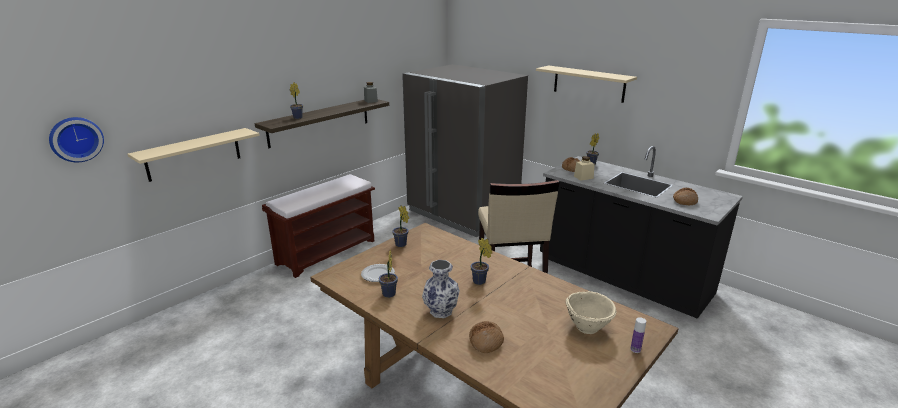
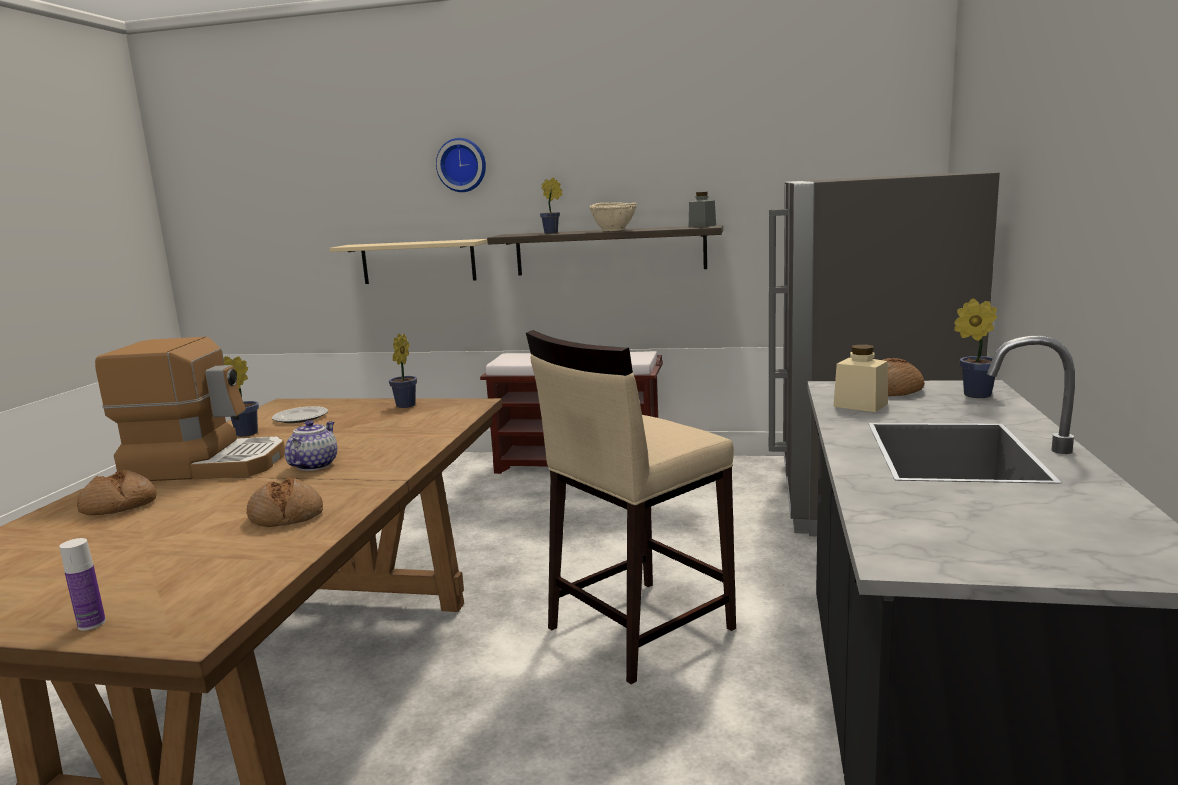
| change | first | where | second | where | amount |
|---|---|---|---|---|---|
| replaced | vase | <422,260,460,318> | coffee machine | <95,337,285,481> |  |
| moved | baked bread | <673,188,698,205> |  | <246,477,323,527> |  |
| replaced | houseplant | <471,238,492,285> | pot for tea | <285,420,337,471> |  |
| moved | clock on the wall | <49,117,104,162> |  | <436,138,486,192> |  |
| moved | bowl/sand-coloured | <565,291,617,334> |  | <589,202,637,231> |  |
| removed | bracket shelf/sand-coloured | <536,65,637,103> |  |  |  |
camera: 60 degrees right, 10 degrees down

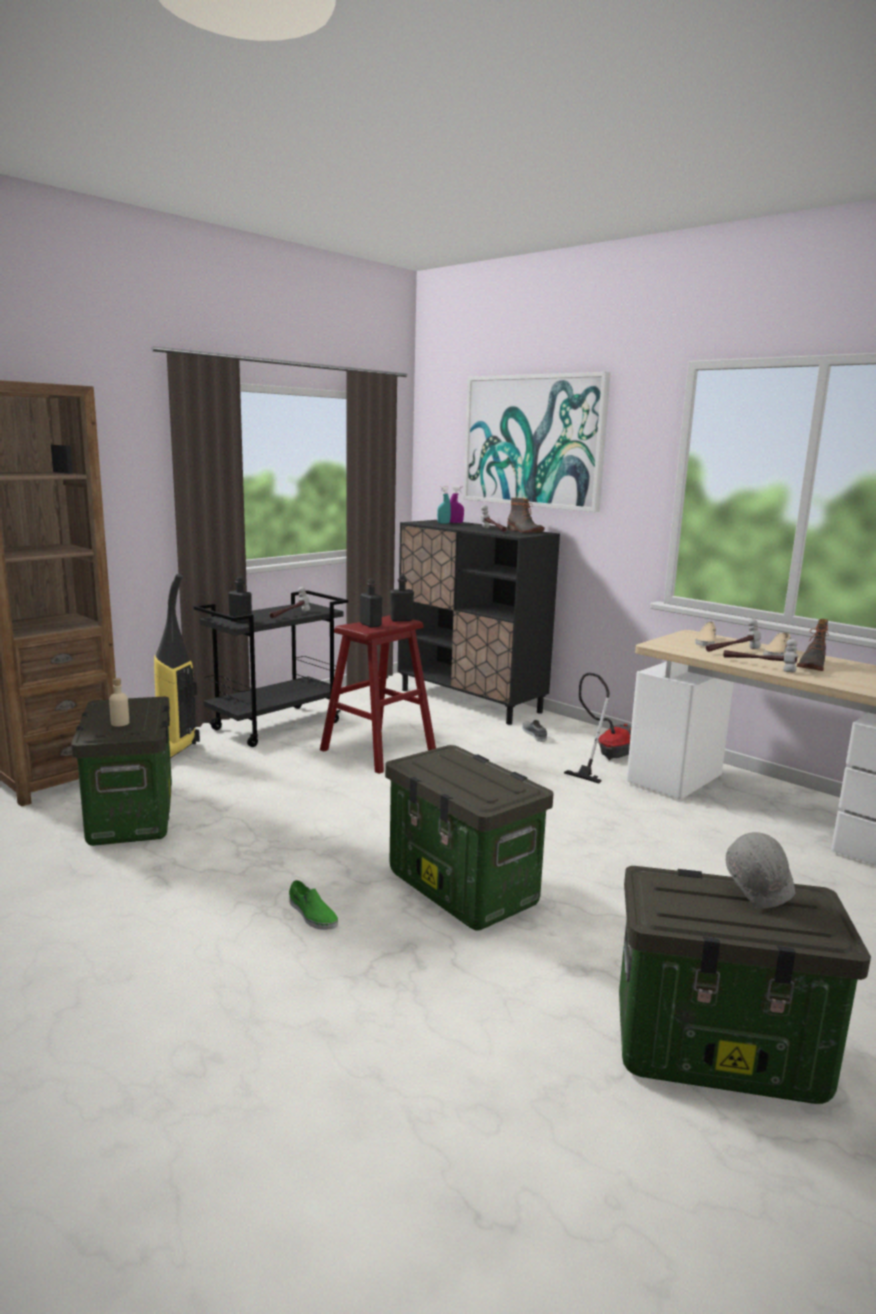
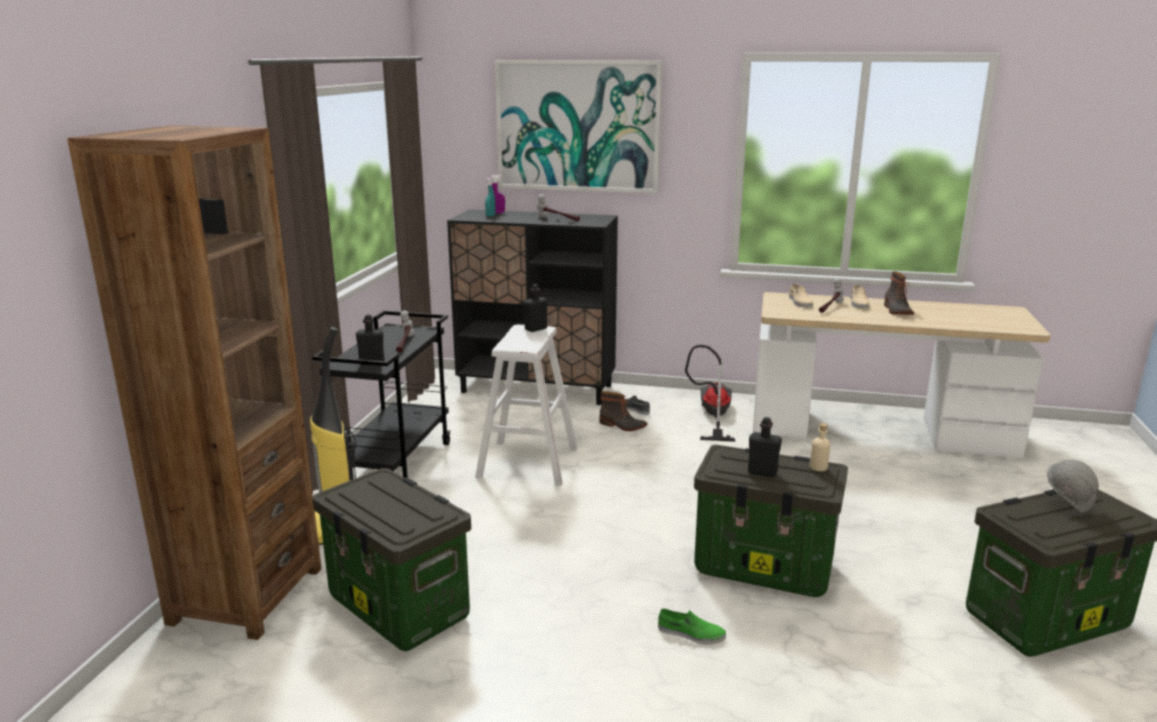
| change | first | where | second | where | amount |
|---|---|---|---|---|---|
| recoloured | stool/red-coloured | <320,615,436,774> | stool/white-coloured | <475,325,578,486> |  |
| moved | tall boot | <507,498,545,533> |  | <600,391,647,431> |  |
| moved | bottle/black-coloured | <360,579,382,627> |  | <748,417,782,477> |  |
| moved | bottle/sand-coloured | <109,678,129,726> |  | <810,423,831,471> |  |
| removed | hammer | <723,639,798,672> |  |  |  |
camera: 30 degrees left, 5 degrees up

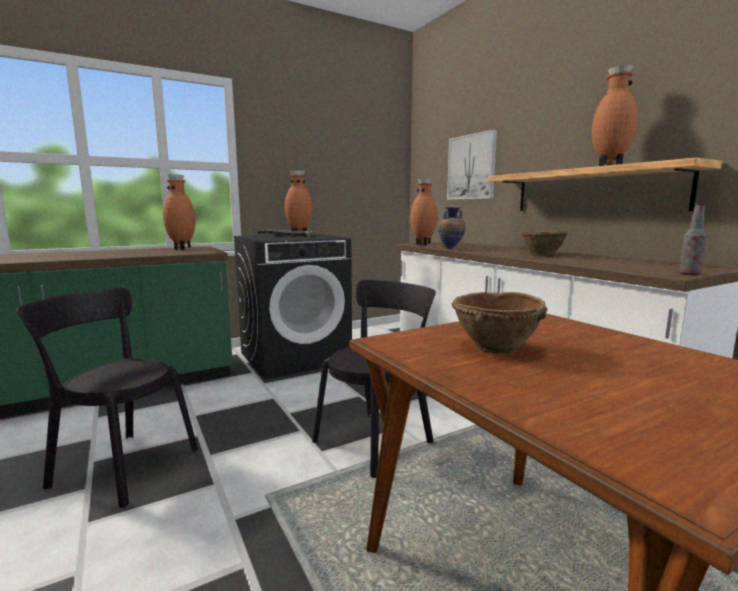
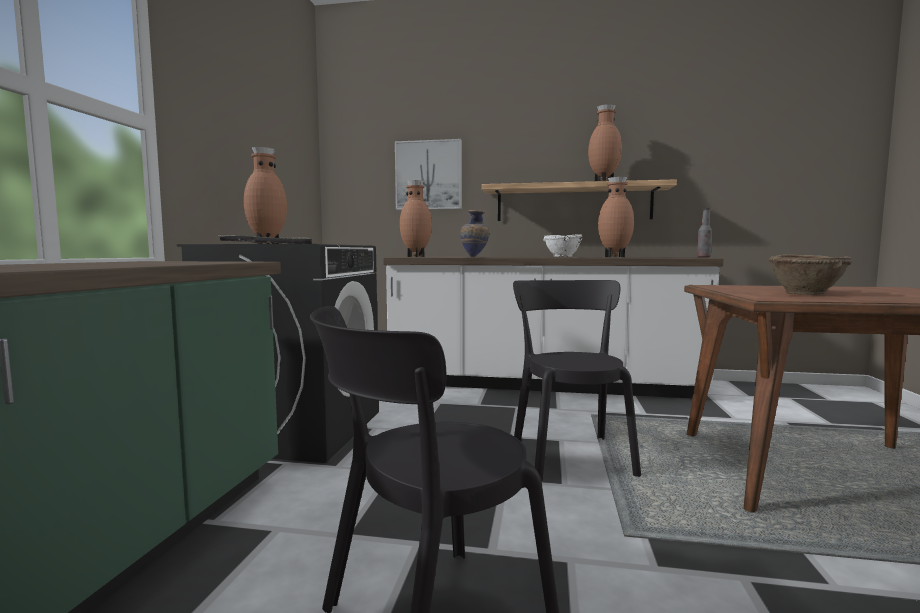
| change | first | where | second | where | amount |
|---|---|---|---|---|---|
| recoloured | bowl/brown | <522,231,568,256> | bowl/white-coloured | <543,234,583,257> |  |
| moved | vase/brown | <163,175,196,250> |  | <598,177,634,257> |  |
camera: 50 degrees left, 5 degrees down

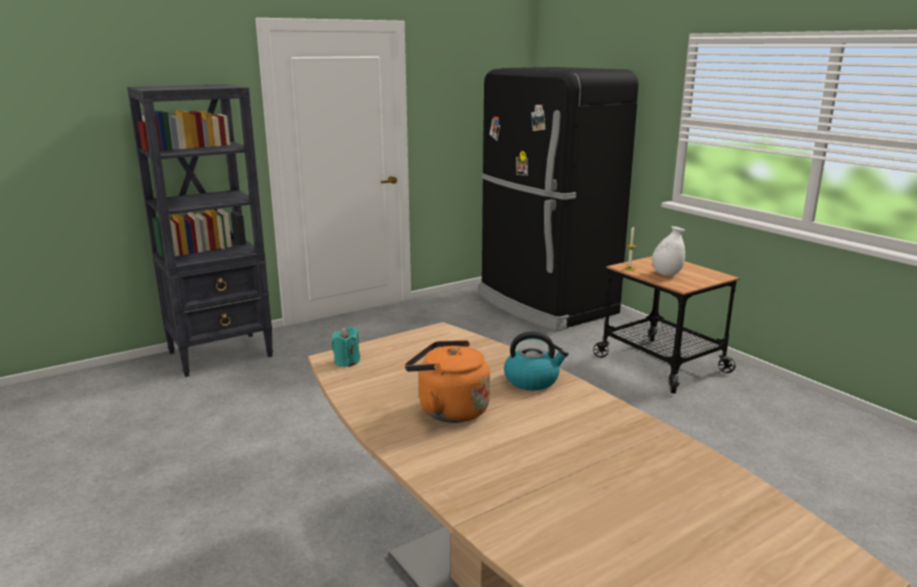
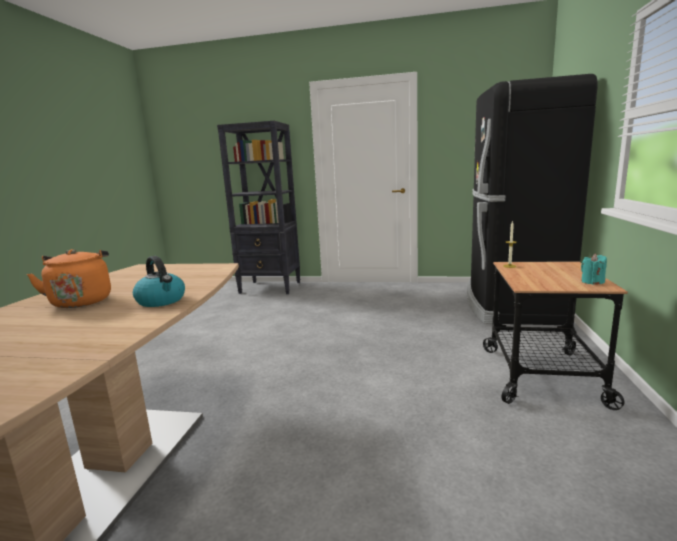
| change | first | where | second | where | amount |
|---|---|---|---|---|---|
| moved | wax light/turquoise-coloured | <331,327,360,367> |  | <581,254,607,285> |  |
| removed | vase/white-coloured | <652,226,685,276> |  |  |  |
camera: 45 degrees right, 5 degrees down

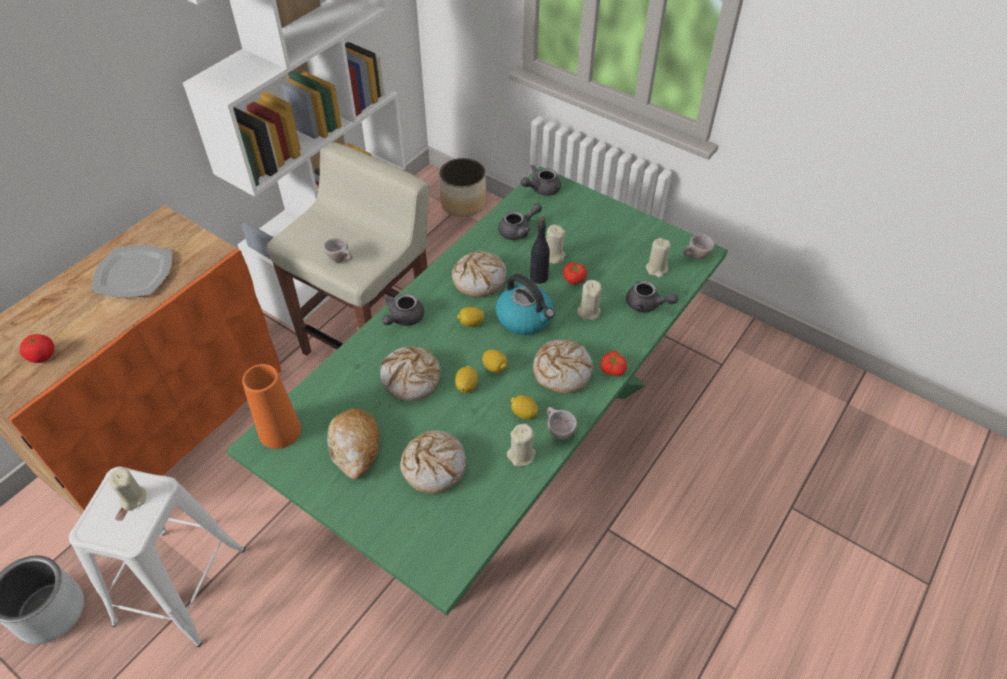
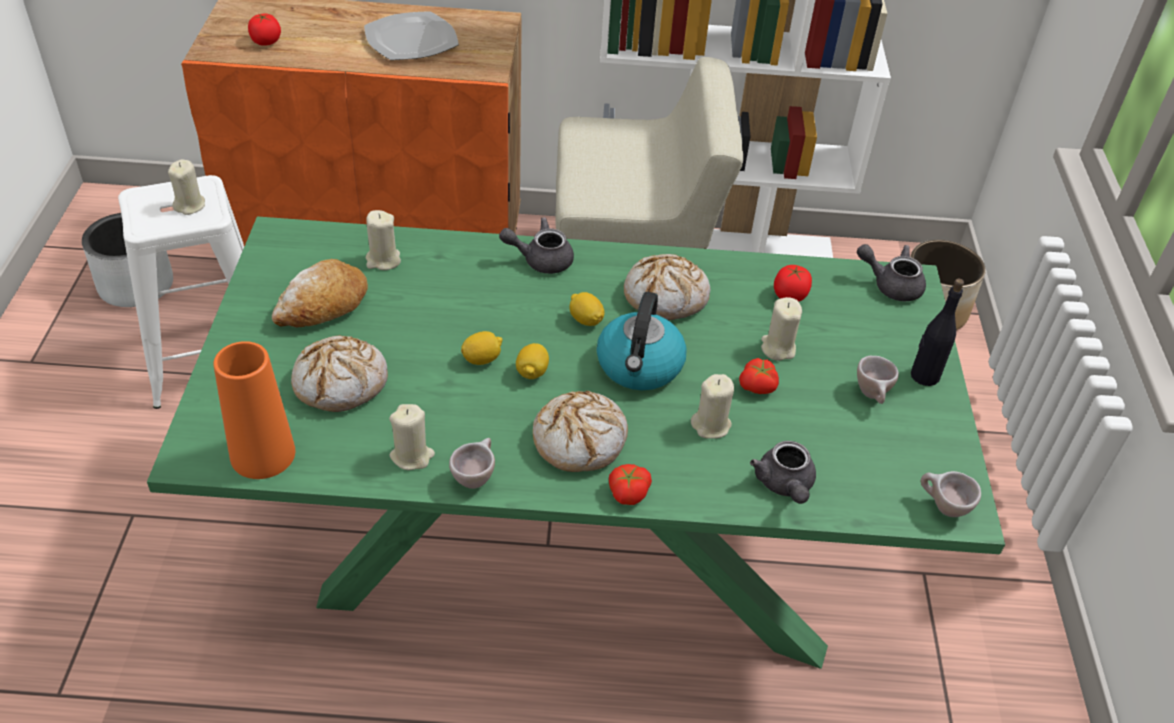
| change | first | where | second | where | amount |
|---|---|---|---|---|---|
| moved | vase/orangey | <242,364,301,449> |  | <213,341,295,479> |  |
| moved | wax light/sand-coloured | <646,238,670,278> |  | <365,210,401,270> |  |
| replaced | pot for tea/greyish | <498,203,542,240> | whole tomato | <774,265,812,302> |  |
| moved | drinking cup/sand-coloured | <323,238,352,263> |  | <857,356,899,404> |  |
| moved | bottle/black-coloured | <530,217,550,284> |  | <911,279,964,386> |  |
| removed | baked bread | <380,346,441,401> |  |  |  |
| removed | whole lemon | <511,395,538,420> |  |  |  |
camera: 55 degrees right, 5 degrees down

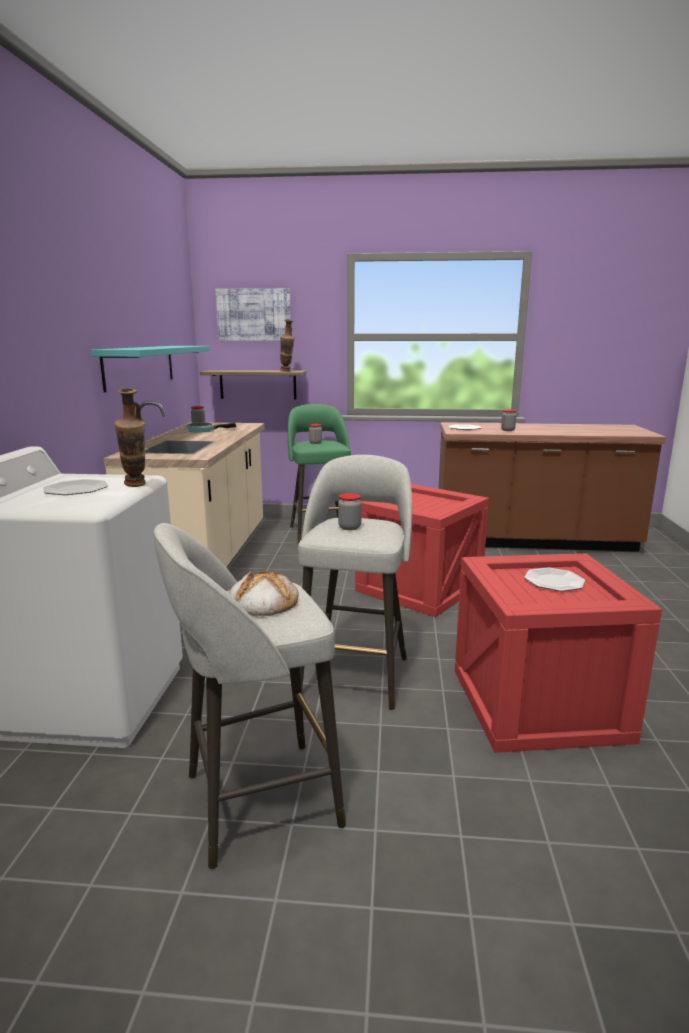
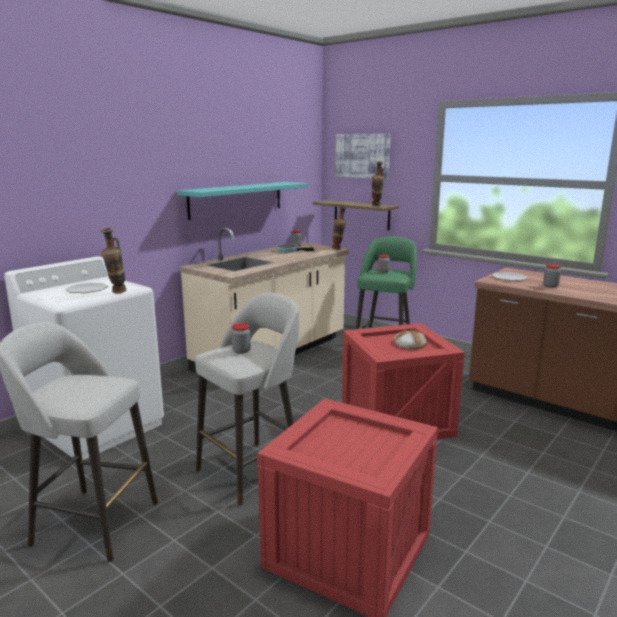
| change | first | where | second | where | amount |
|---|---|---|---|---|---|
| added |  |  | vase | <332,206,347,250> |  |
| moved | baked bread | <229,571,299,616> |  | <394,328,427,349> |  |
| removed | flat dish | <524,567,585,591> |  |  |  |
camera: 35 degrees right, 0 degrees up

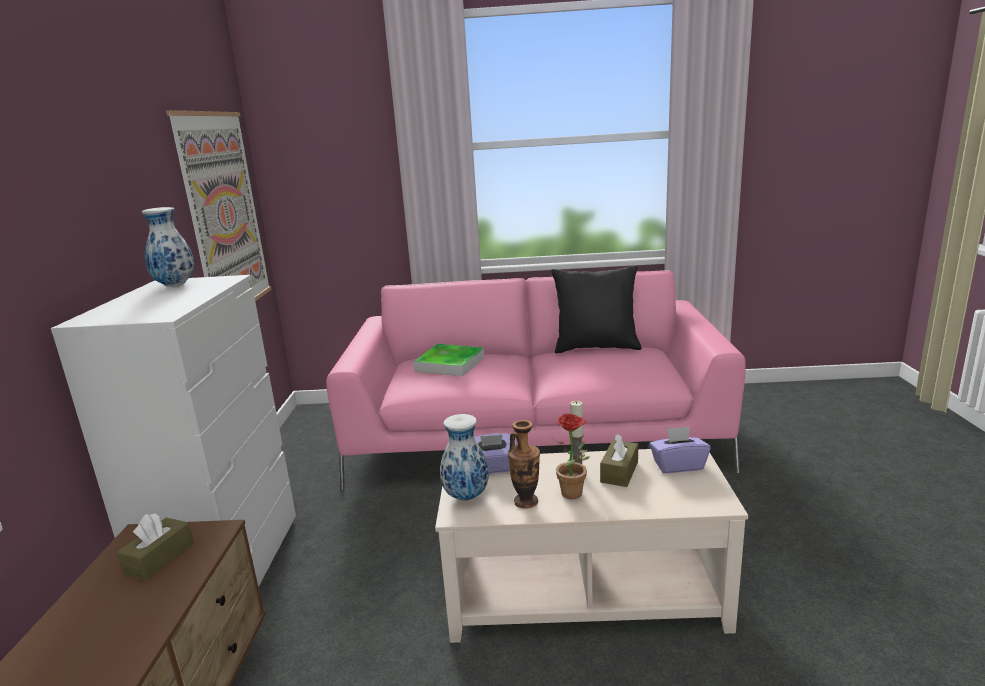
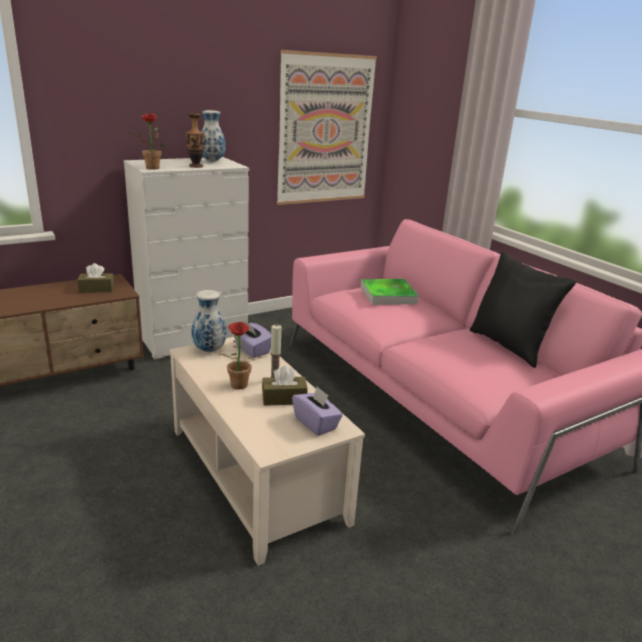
| change | first | where | second | where | amount |
|---|---|---|---|---|---|
| added |  |  | houseplant | <127,113,165,170> |  |
| moved | vase | <508,420,540,509> |  | <186,113,205,168> |  |
camera: 55 degrees right, 5 degrees up

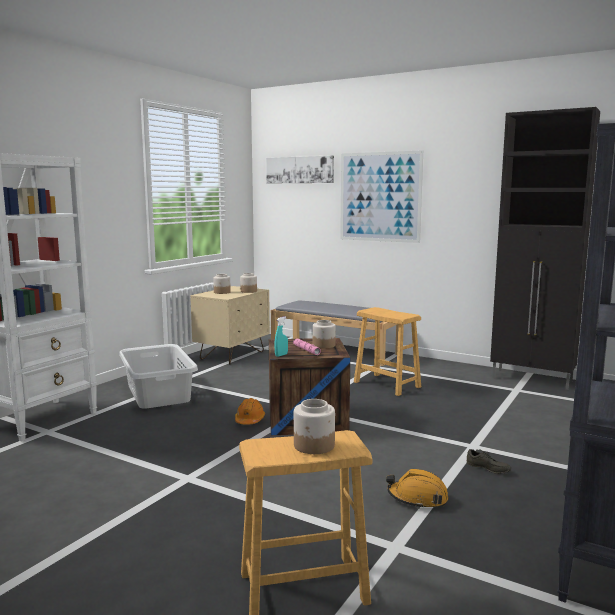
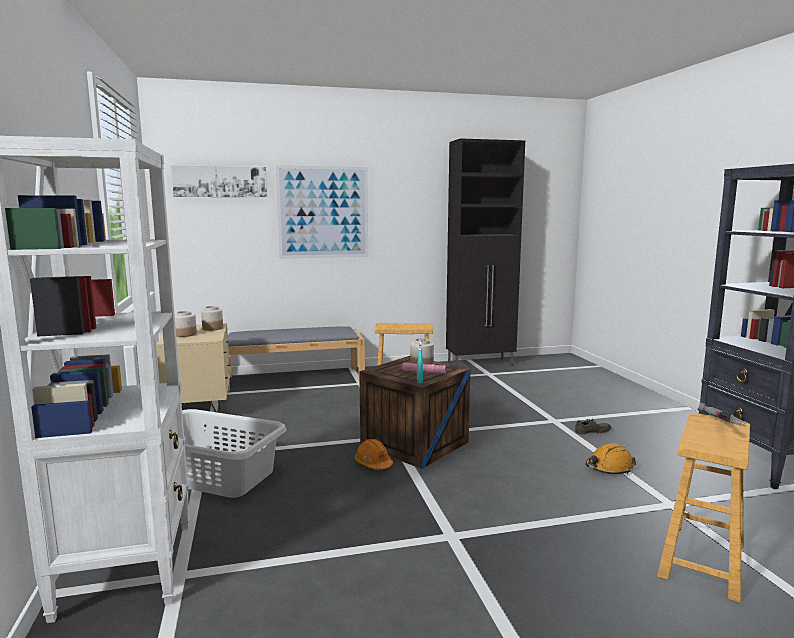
| change | first | where | second | where | amount |
|---|---|---|---|---|---|
| replaced | preserve jar | <294,399,335,454> | hammer | <697,402,746,426> |  |
camera: 45 degrees left, 0 degrees up

